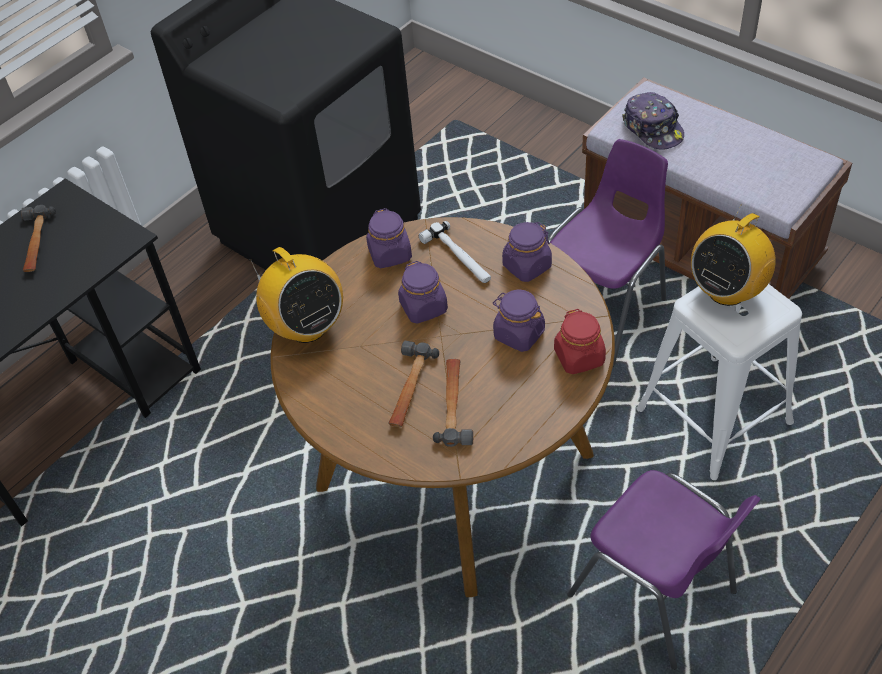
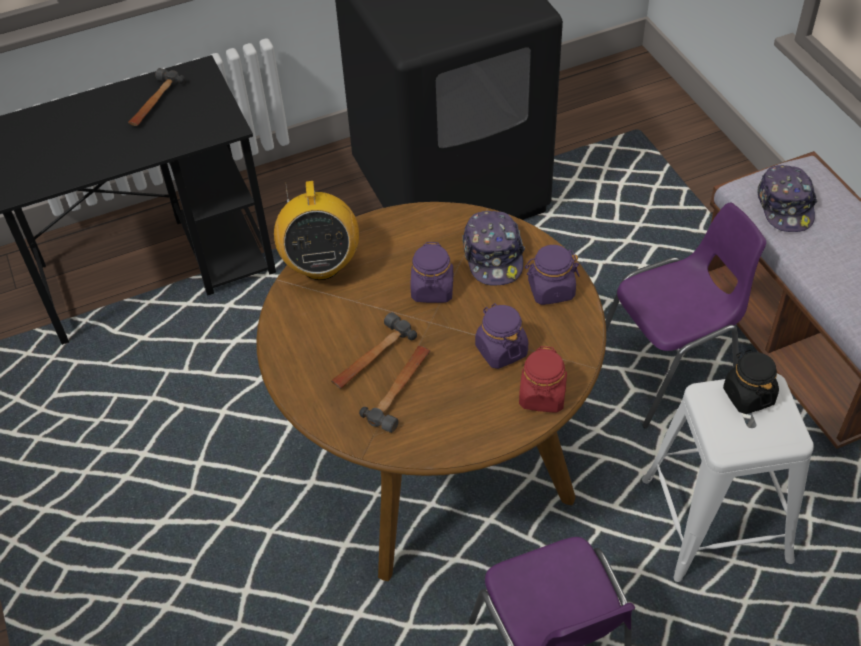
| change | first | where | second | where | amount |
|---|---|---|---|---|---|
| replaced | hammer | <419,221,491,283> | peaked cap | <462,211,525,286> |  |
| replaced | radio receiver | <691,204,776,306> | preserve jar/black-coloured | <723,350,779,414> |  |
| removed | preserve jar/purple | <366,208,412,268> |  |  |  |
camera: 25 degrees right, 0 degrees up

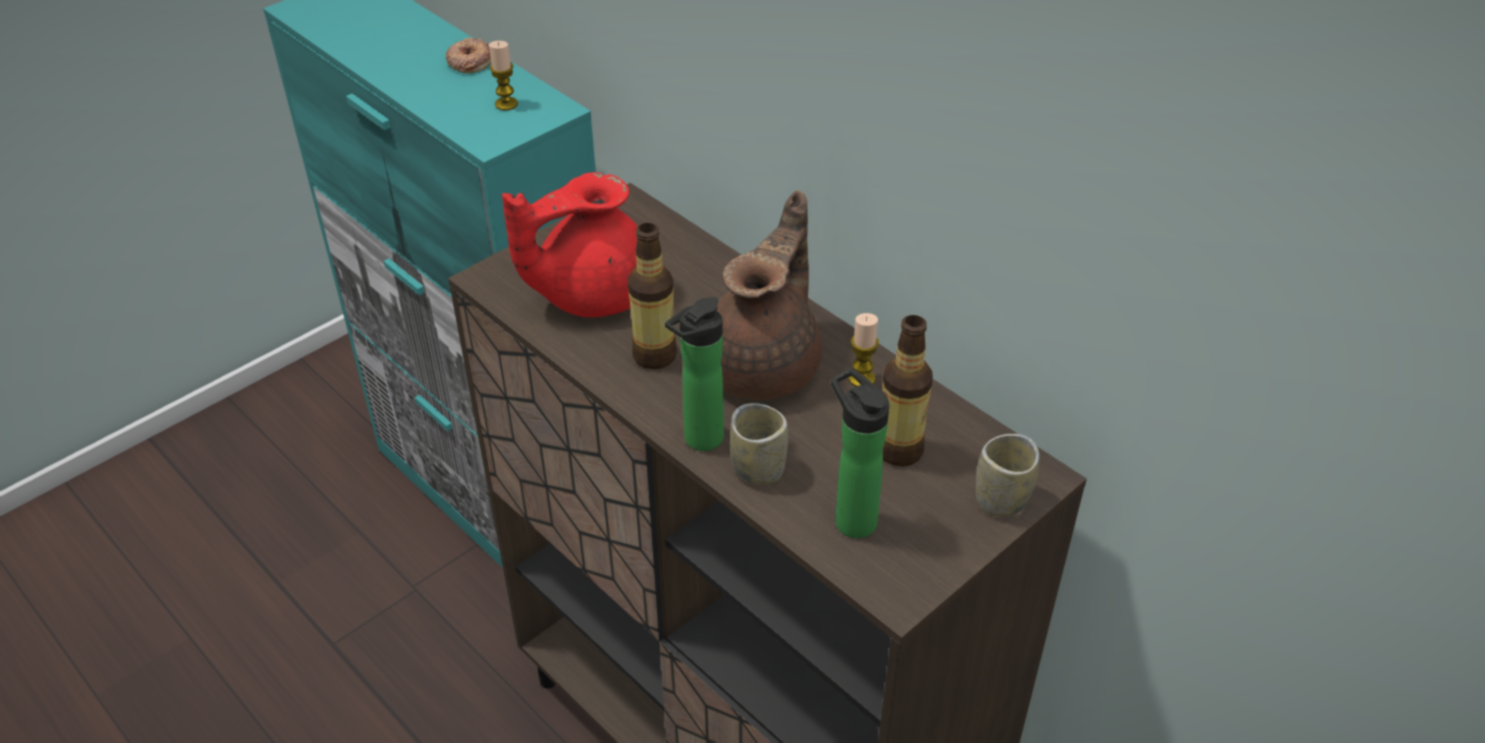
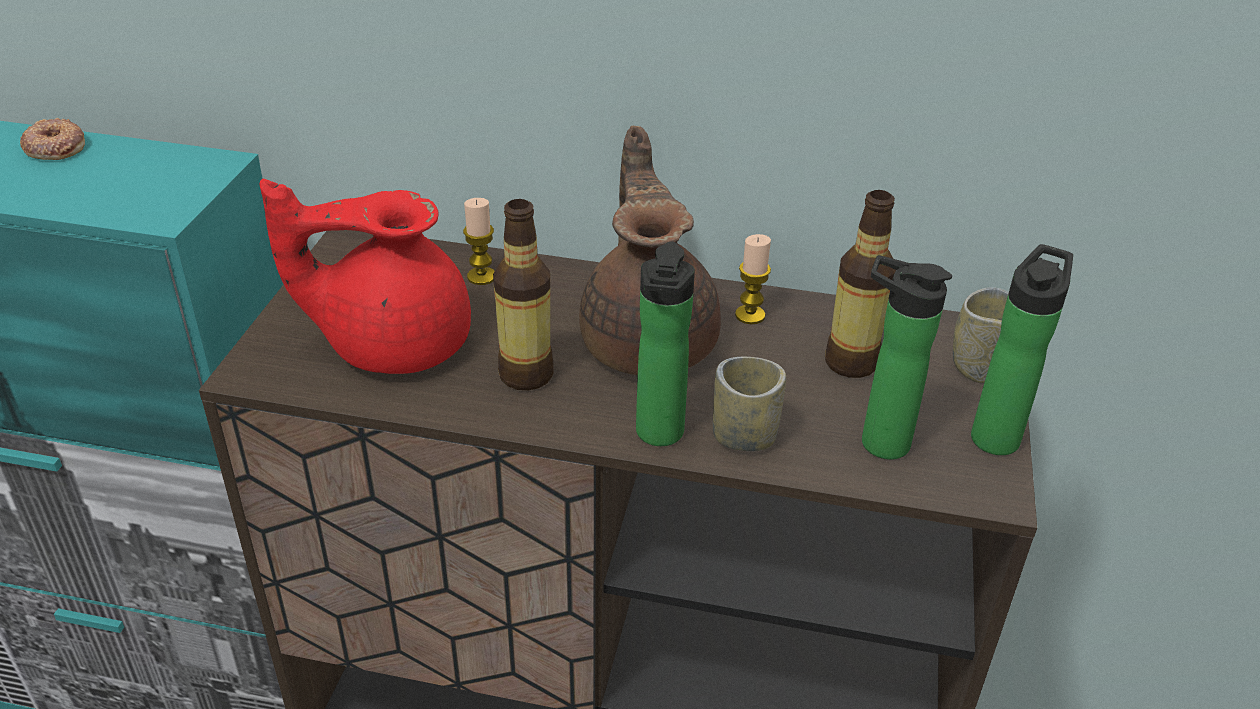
| change | first | where | second | where | amount |
|---|---|---|---|---|---|
| turned | pot for tea/red-coloured | <502,172,638,317> |  | <260,179,471,374> | 60 degrees clockwise |
| moved | wax light | <489,41,518,110> |  | <463,198,495,285> |  |
| added |  |  | bottle | <971,244,1073,455> |  |
camera: 35 degrees left, 5 degrees down

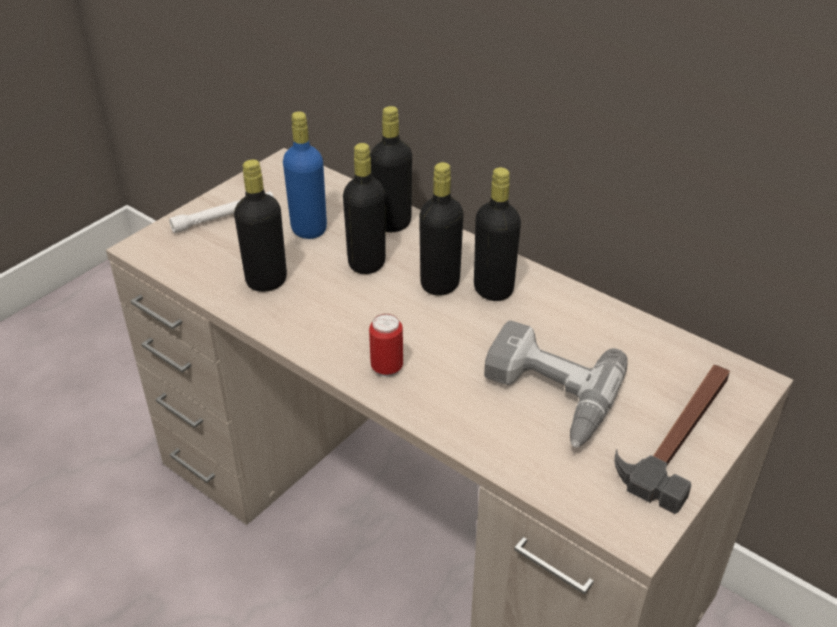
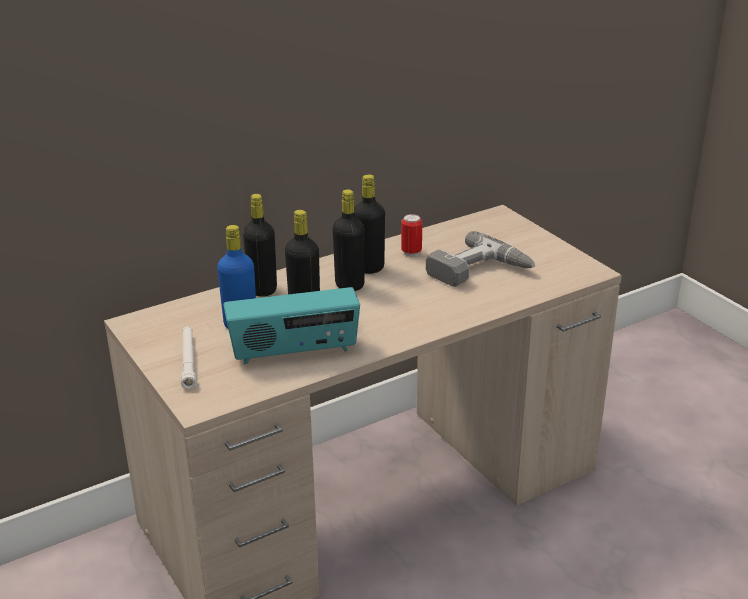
| change | first | where | second | where | amount |
|---|---|---|---|---|---|
| replaced | bottle/black-coloured | <234,159,287,292> | radio receiver | <224,287,360,364> |  |
| moved | sealed can | <369,314,403,377> |  | <401,214,422,256> |  |
| removed | hammer | <614,365,730,514> |  |  |  |
camera: 70 degrees left, 10 degrees down

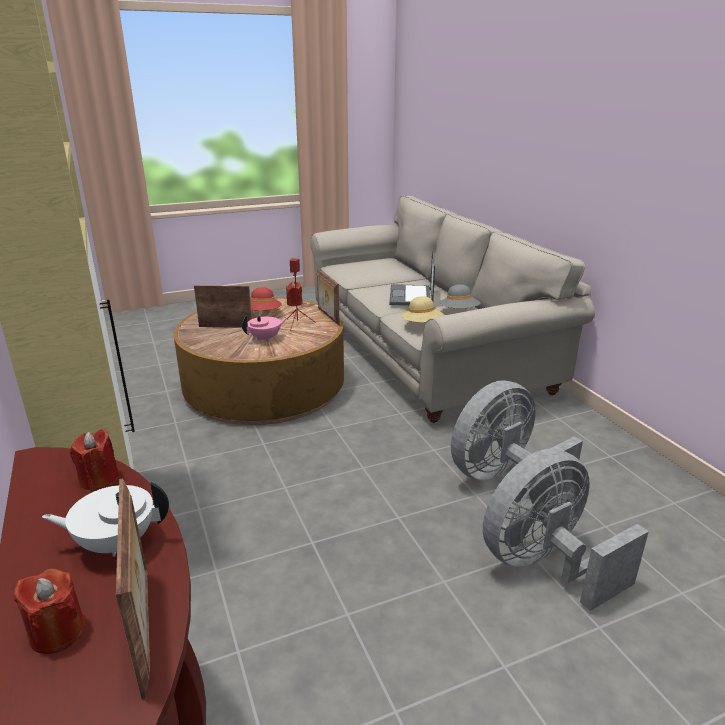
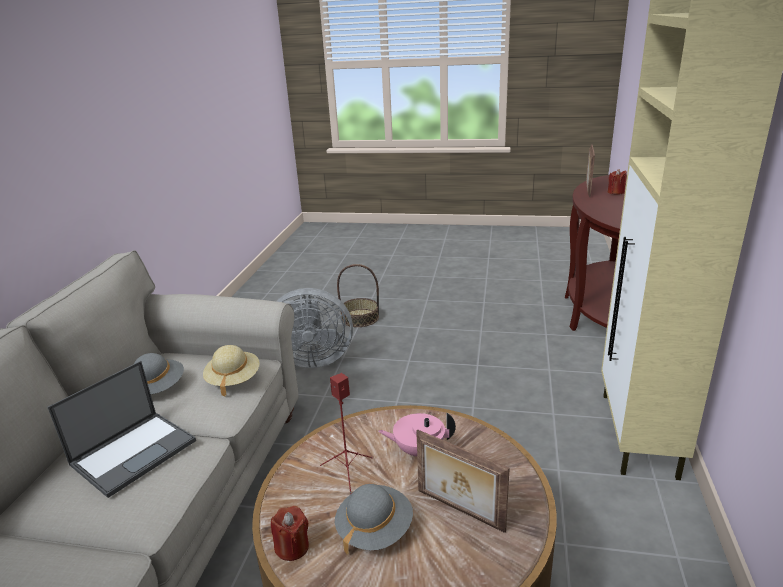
| change | first | where | second | where | amount |
|---|---|---|---|---|---|
| recoloured | hat/red-coloured | <250,287,282,310> | hat/greyish | <335,484,413,555> |  |
| replaced | electric fan/greyish | <483,449,649,611> | household basket | <337,264,379,327> |  |
| removed | pot for tea/white-coloured | <42,482,169,557> |  |  |  |
| removed | wax light/red-coloured | <70,429,120,491> |  |  |  |
| removed | picture frame | <317,269,339,325> |  |  |  |
camera: 145 degrees left, 0 degrees up

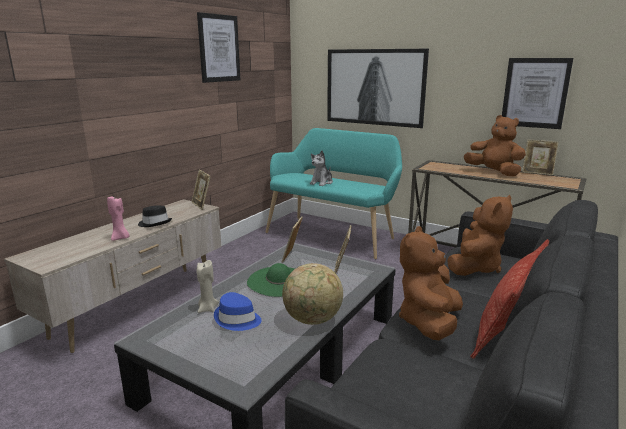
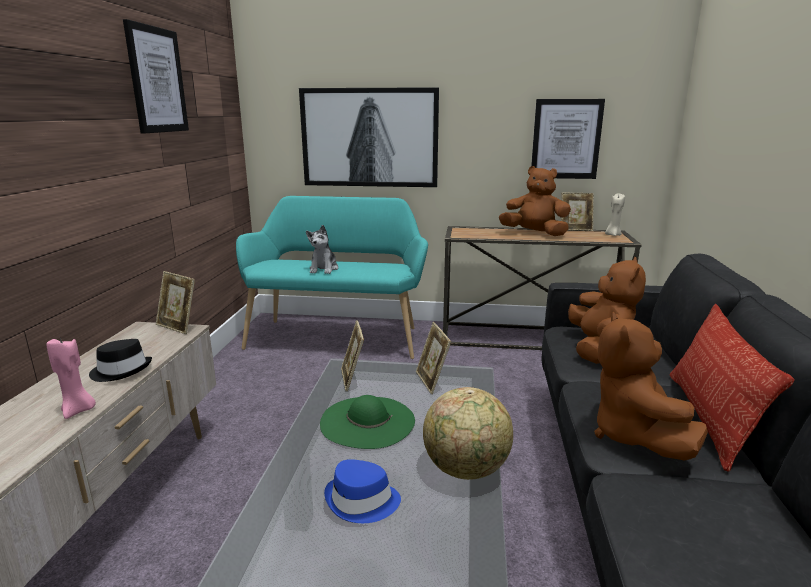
| change | first | where | second | where | amount |
|---|---|---|---|---|---|
| moved | wax light/sand-coloured | <197,260,219,313> |  | <605,193,625,236> |  |
camera: 25 degrees left, 0 degrees up

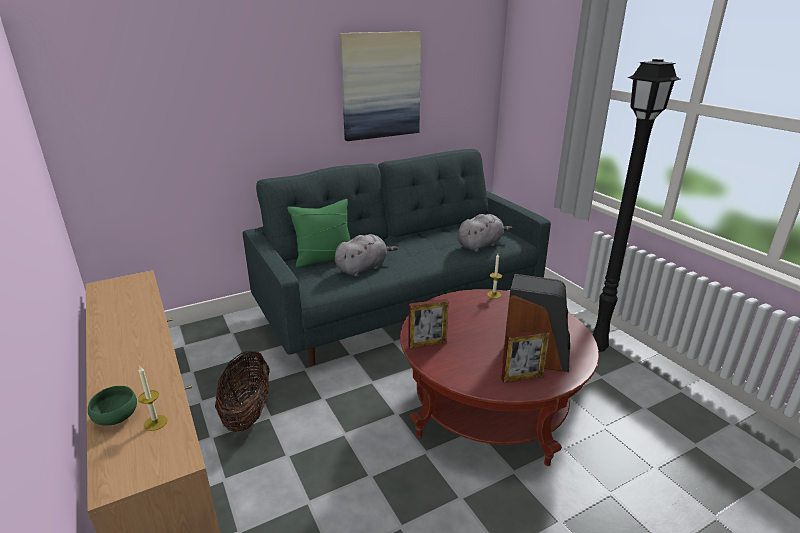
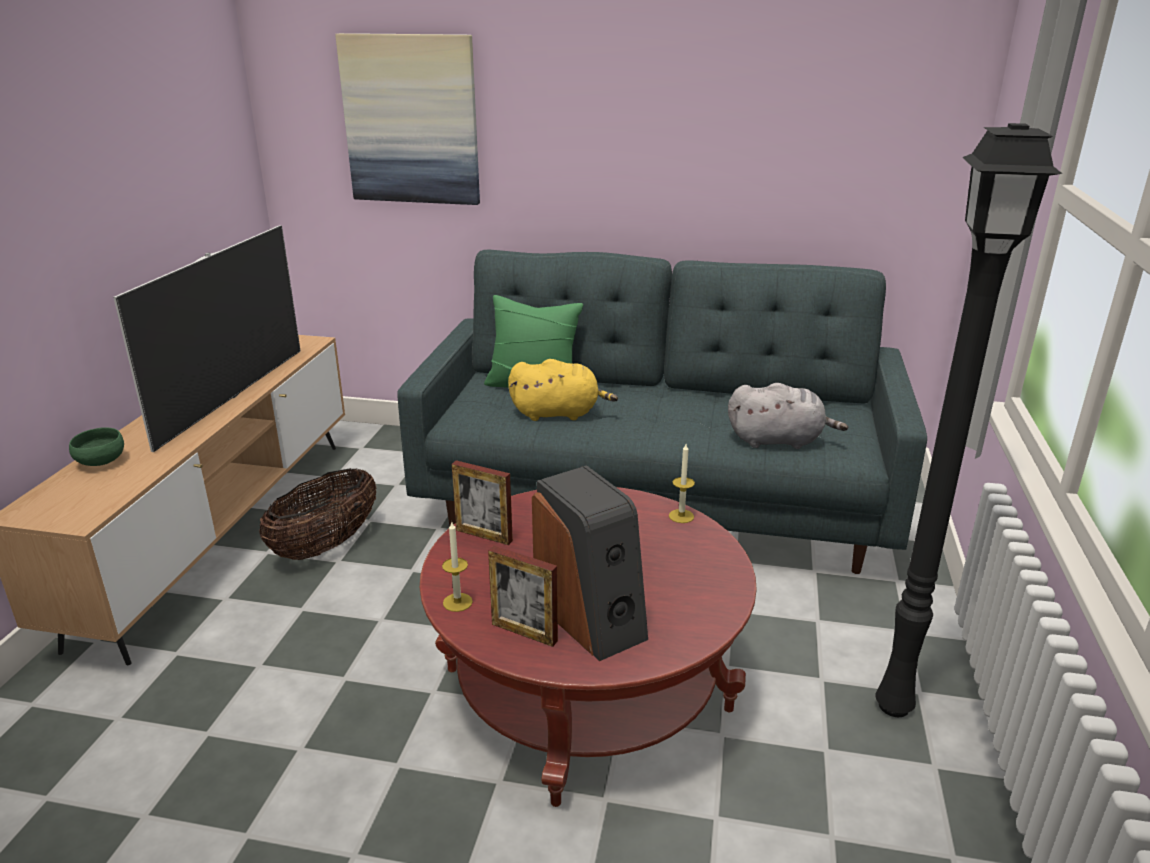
| change | first | where | second | where | amount |
|---|---|---|---|---|---|
| added |  |  | TV set | <113,225,301,452> |  |
| moved | picture | <340,31,421,141> |  | <335,33,480,205> |  |
| moved | wax light | <138,366,167,431> |  | <442,522,473,612> |  |
| recoloured | plush toy/greyish | <335,234,398,277> | plush toy/yellow-coloured | <508,359,618,421> |  |
camera: 40 degrees right, 0 degrees up

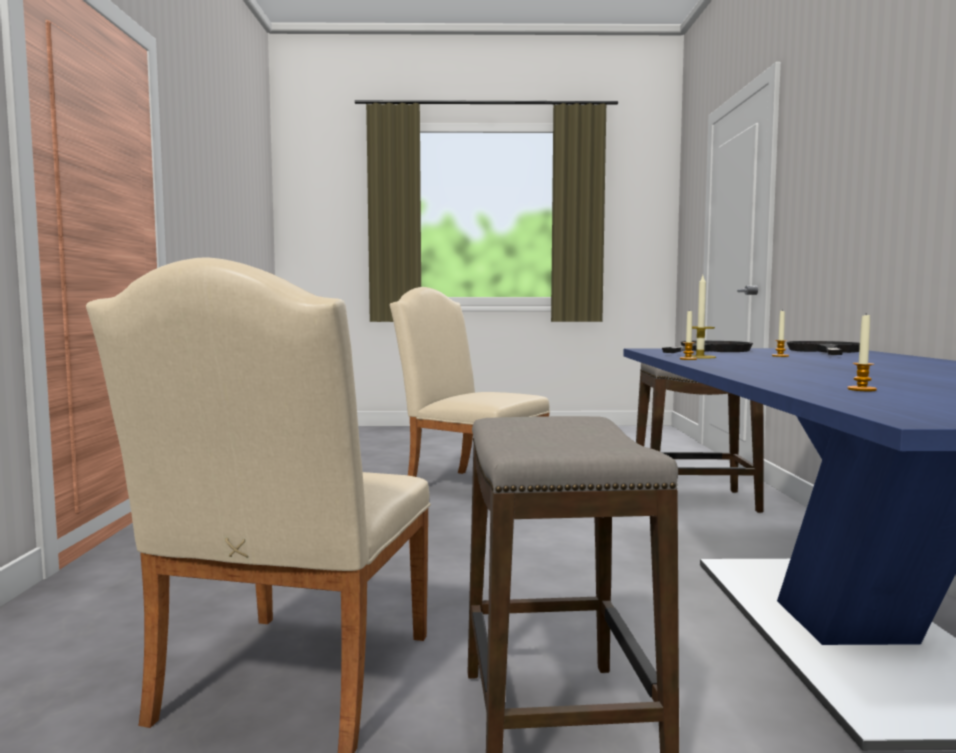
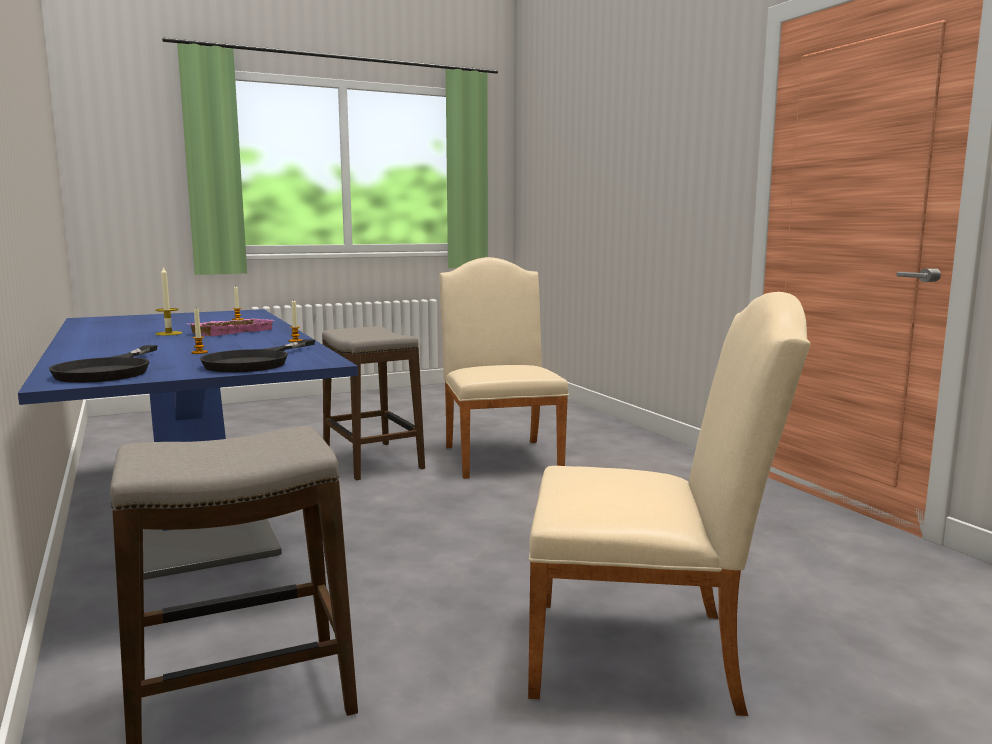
| change | first | where | second | where | amount |
|---|---|---|---|---|---|
| moved | wax light | <684,276,716,358> |  | <155,266,182,336> |  |
| added |  |  | carrying tray/pink-coloured | <186,319,274,336> |  |
camera: 155 degrees right, 5 degrees up

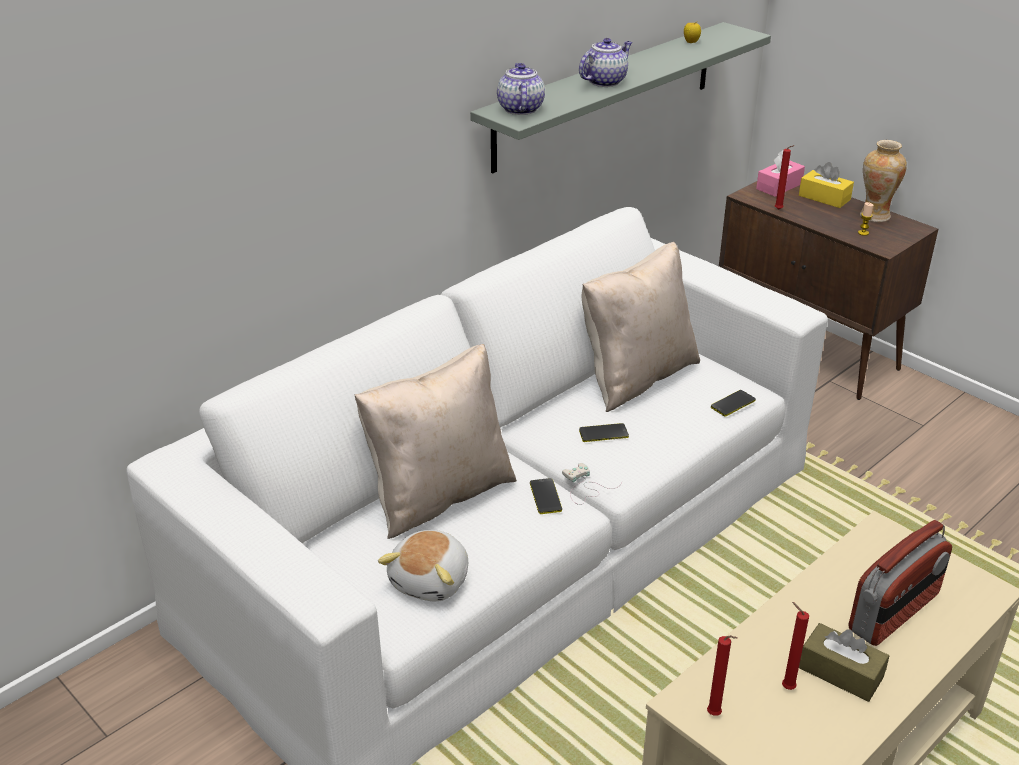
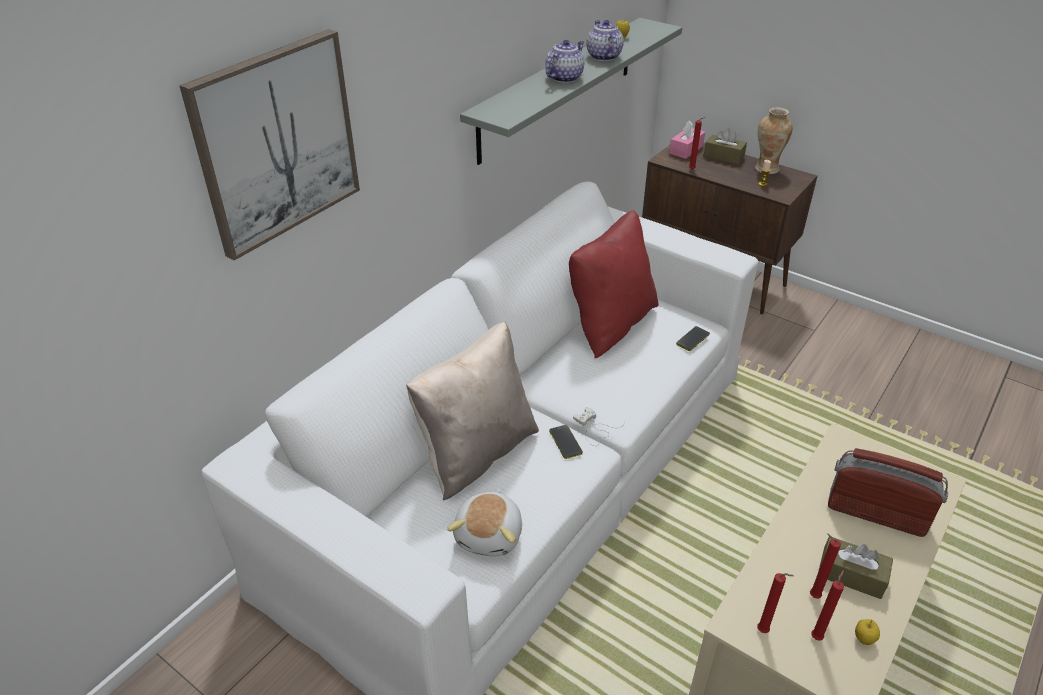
| change | first | where | second | where | amount |
|---|---|---|---|---|---|
| added |  |  | picture | <179,29,360,261> |  |
| recoloured | pillow/sand-coloured | <582,242,700,412> | pillow/red-coloured | <569,210,659,358> |  |
| moved | pot for tea | <497,63,545,115> |  | <586,20,624,61> |  |
| recoloured | tissue holder/yellow-coloured | <799,162,854,208> | tissue holder/brown | <704,128,747,164> |  |
| added |  |  | wax light/red-coloured | <811,570,844,641> |  |
| turned | radio receiver | <849,520,952,646> |  | <828,448,948,537> | 105 degrees counterclockwise |
| added |  |  | apple | <855,619,880,645> |  |
| removed | phone | <579,423,629,442> |  |  |  |
camera: 10 degrees left, 5 degrees up

